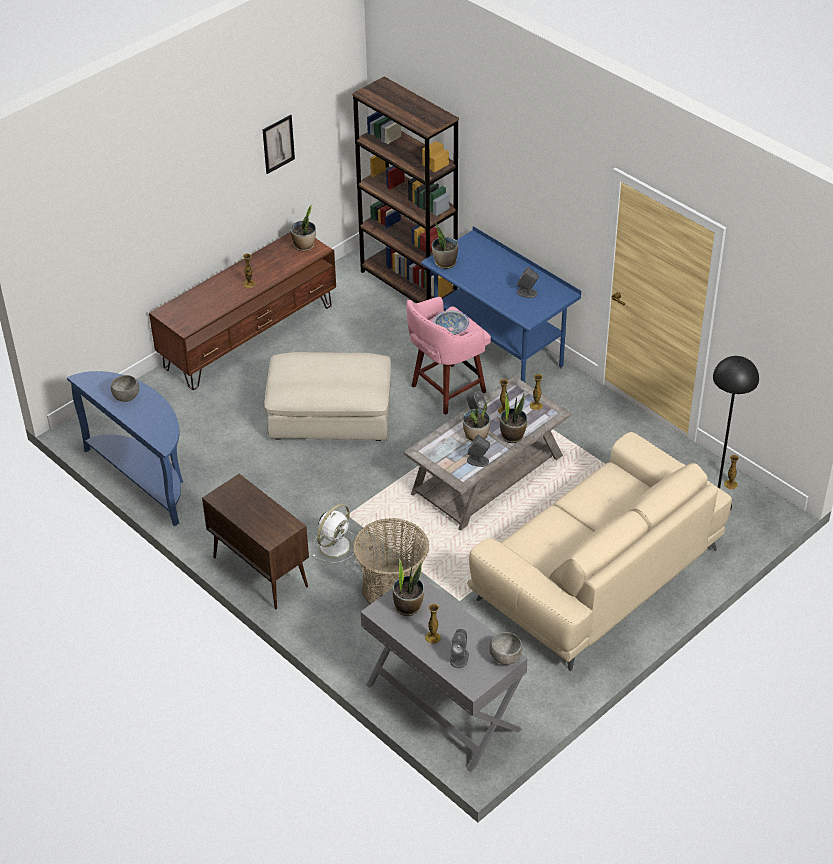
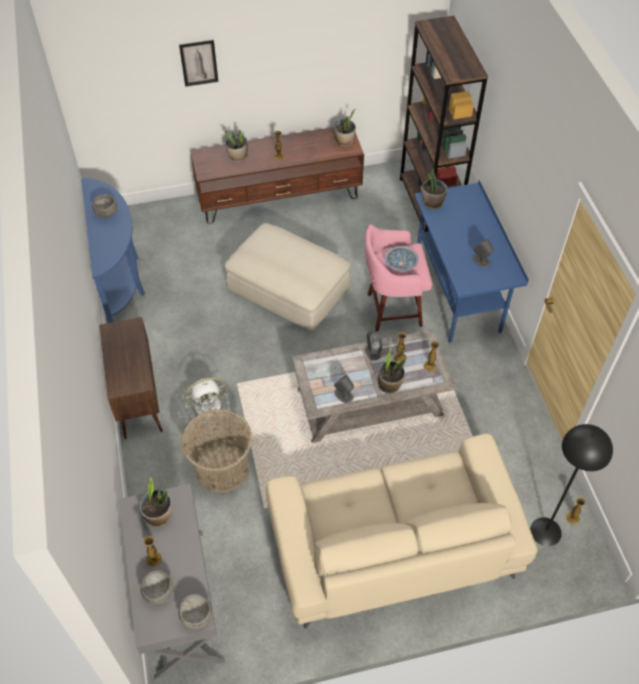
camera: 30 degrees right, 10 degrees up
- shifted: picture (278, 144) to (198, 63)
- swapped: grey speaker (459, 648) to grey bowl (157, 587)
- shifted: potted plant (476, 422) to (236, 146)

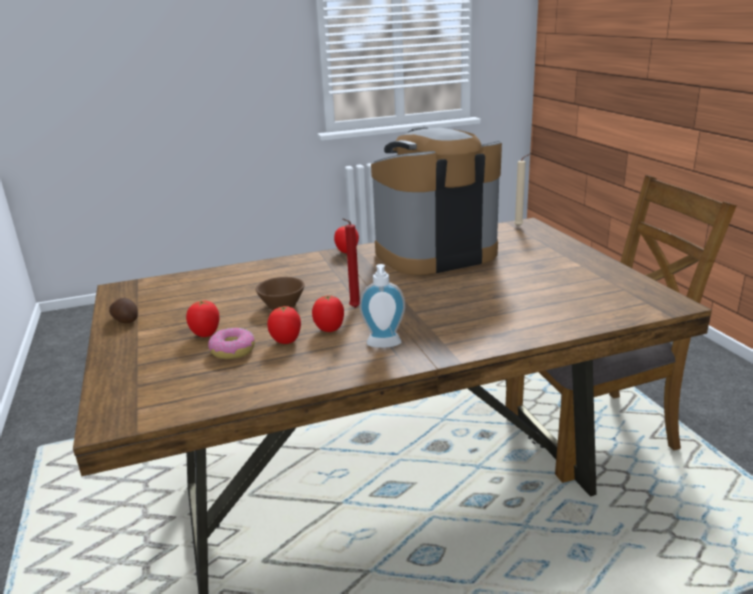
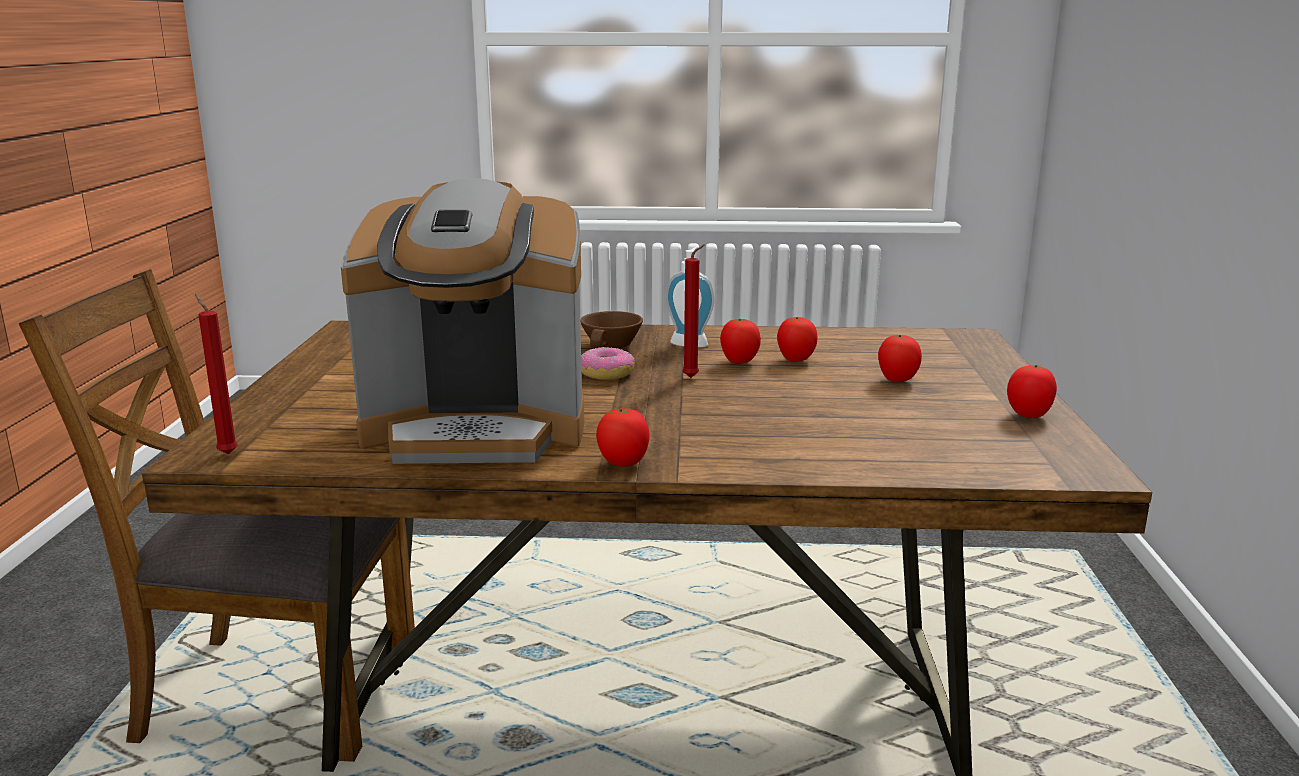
camera: 160 degrees left, 5 degrees down
- swapped: potato (123, 310) to tomato (1032, 391)
- shifted: donut (231, 343) to (608, 363)
- shifted: brown cup (280, 293) to (611, 330)
- repainted: beige candle (522, 190) to red candle (216, 374)

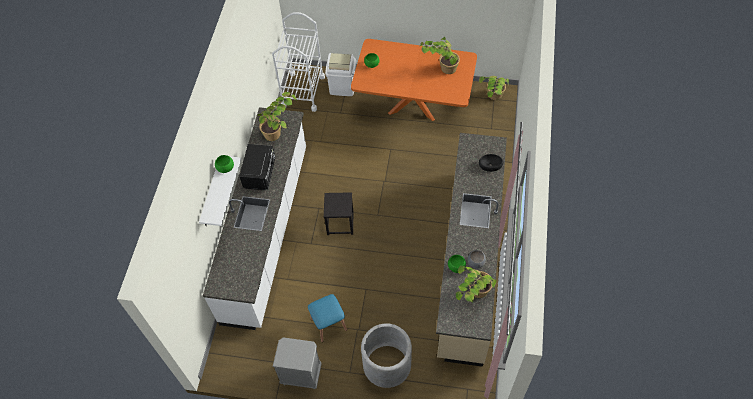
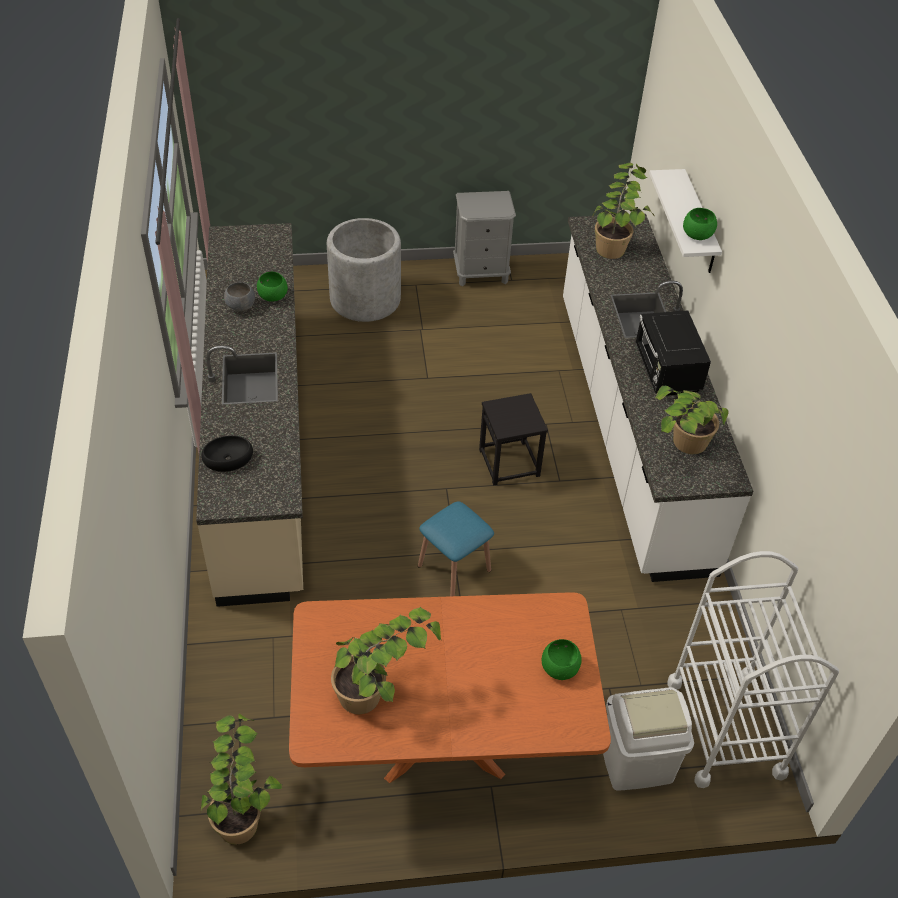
camera: 160 degrees right, 10 degrees down
- shifted: blue stool (327, 318) to (456, 548)
- shifted: potted plant (476, 284) to (623, 211)

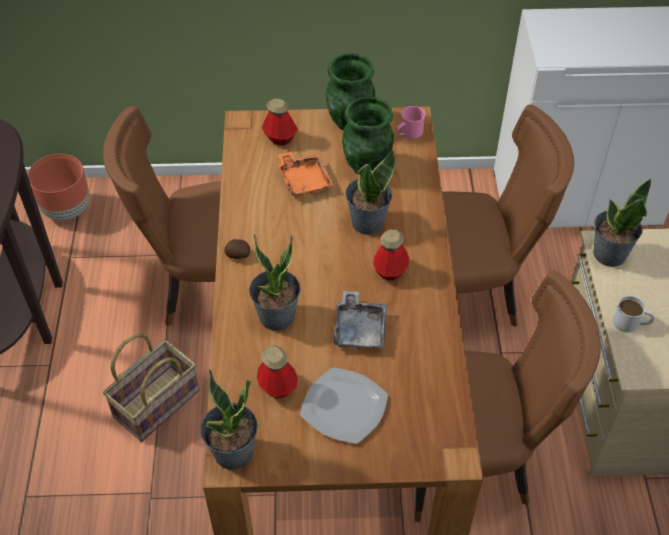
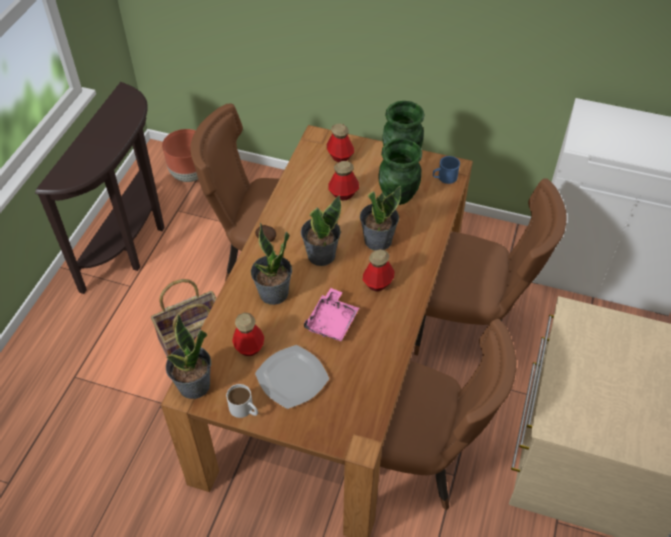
camera: 20 degrees right, 0 degrees up
- swapped: orange tray (306, 175) to bottle (343, 180)
- repainted: grey tray (360, 320) to pink tray (331, 314)
- repainted: pink mug (411, 122) to blue mug (446, 170)
- shifted: potted plant (622, 223) to (321, 230)
- shifted: white mug (634, 314) to (242, 401)

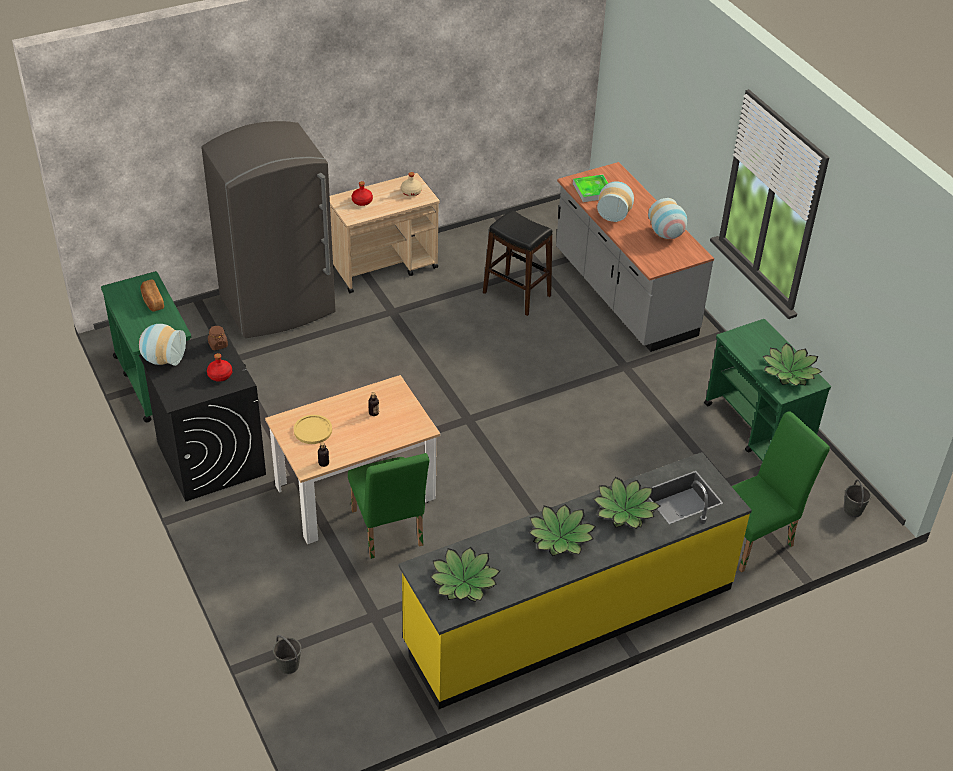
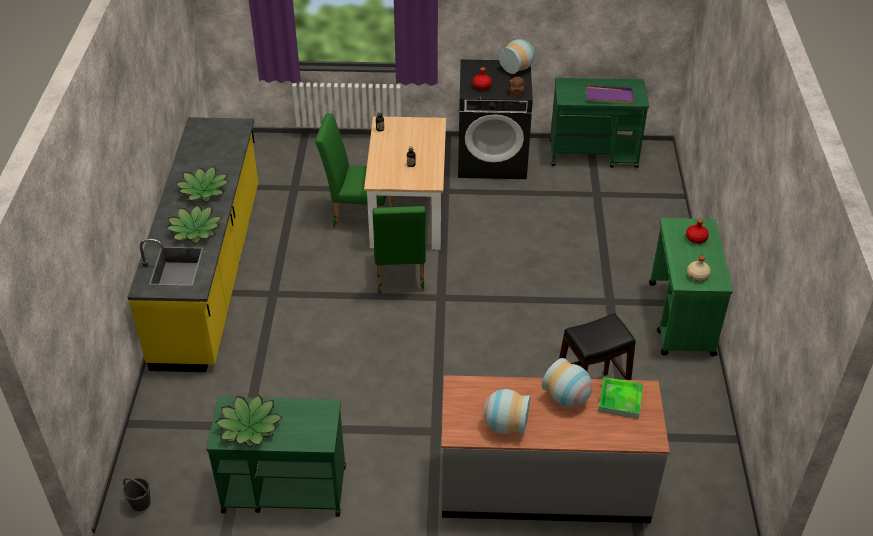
camera: 120 degrees right, 0 degrees up
- swapped: bread (152, 295) to purple tray (610, 94)
- gone: grey fridge (268, 229)
- gone: grey bucket (287, 654)
- gone: yellow plate (313, 429)
- repainted: beige cart (385, 233) to green cart (691, 287)
- gone: potted plant (465, 574)
- shifted: green chair (781, 491) to (399, 249)

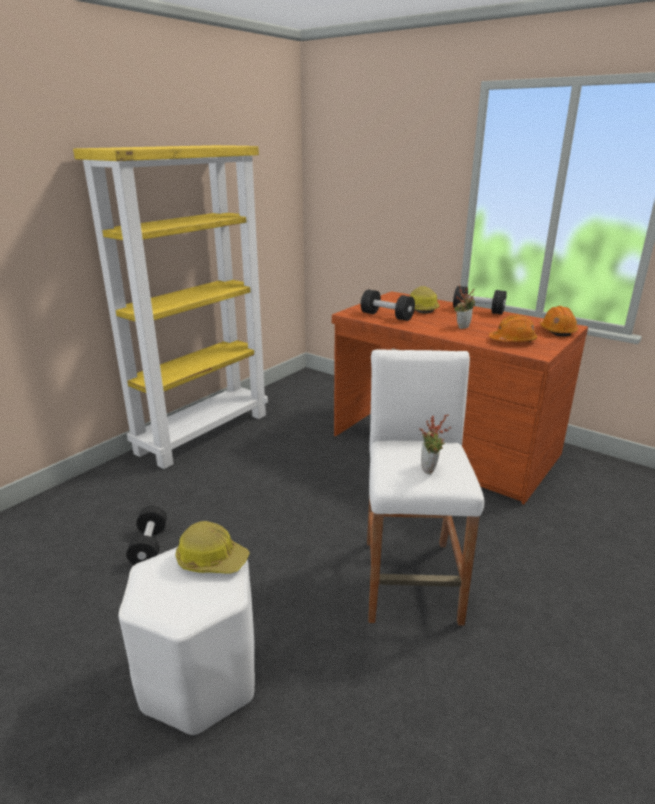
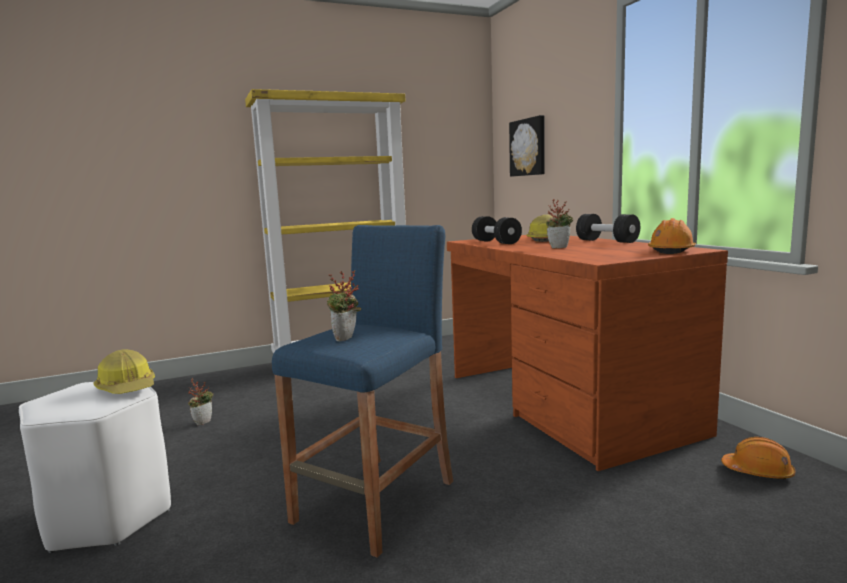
camera: 30 degrees right, 15 degrees down
- swapped: black dumbbell (146, 535) to potted plant (200, 401)
- repainted: white stool (425, 487) to blue stool (362, 391)
- shifted: orange hard hat (513, 328) to (758, 458)
- new: picture (527, 146)

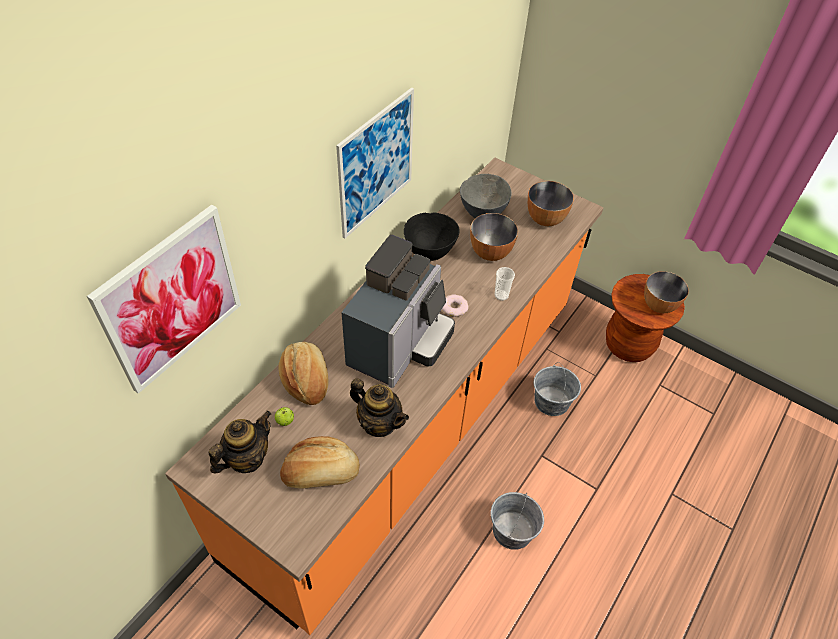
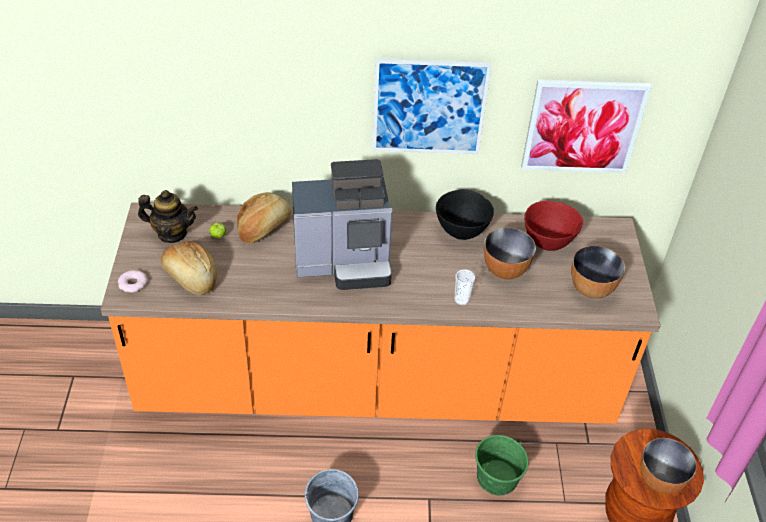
camera: 55 degrees right, 5 degrees down
- shifted: picture (164, 299) to (586, 126)
- gone: teapot (379, 407)
- shifted: donut (455, 305) to (132, 281)
- repainted: grey bowl (486, 196) to red bowl (553, 226)
- repainted: grey bucket (557, 389) to green bucket (502, 465)

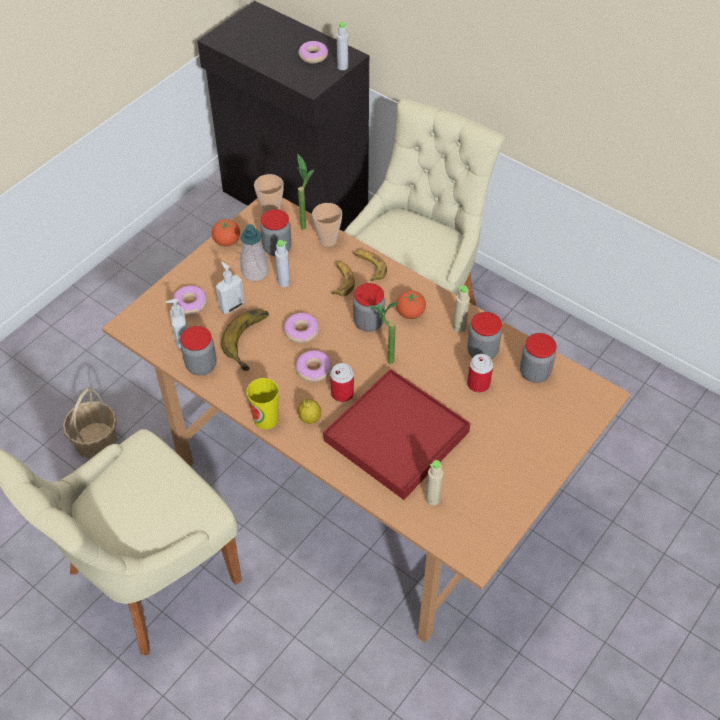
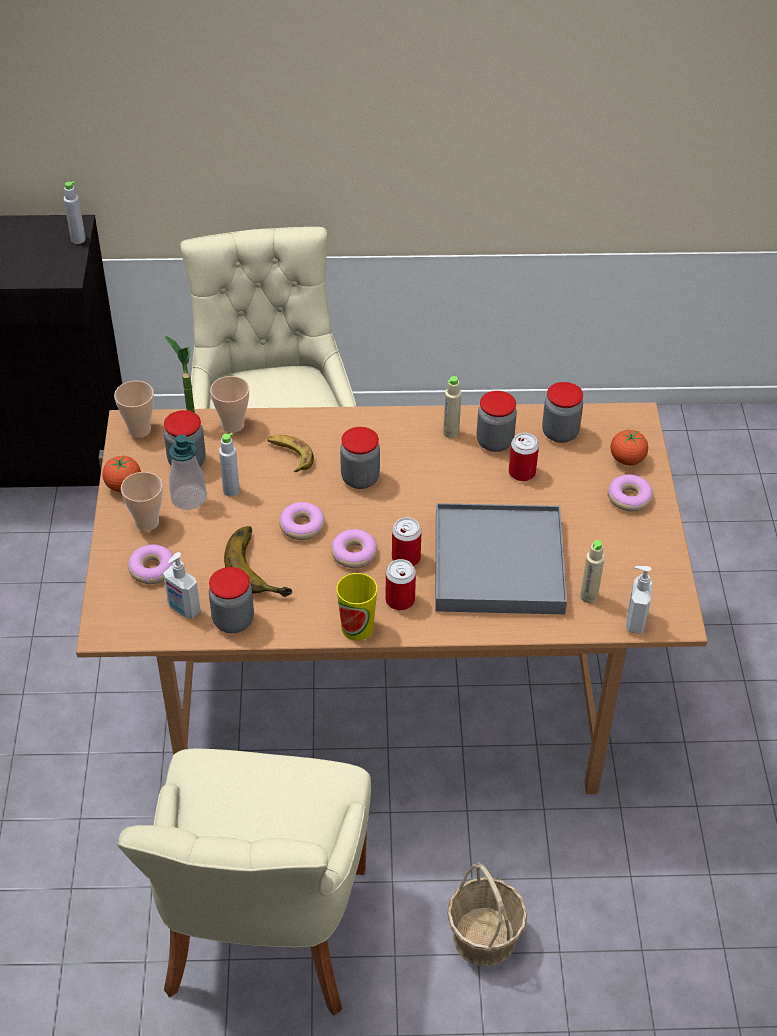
camera: 40 degrees left, 5 degrees down
- shifted: basket (90, 423) to (487, 914)
- shifted: soap dispenser (230, 288) to (639, 600)
- shifted: donut (313, 52) to (630, 492)
- swapped: lemon (309, 411) to can (400, 584)
- repainted: red tray (397, 434) to grey tray (501, 558)
- gone: banana (370, 265)
- gone: potted plant (384, 333)
- shifted: tomato (411, 304) to (629, 447)
- new: cup (142, 501)

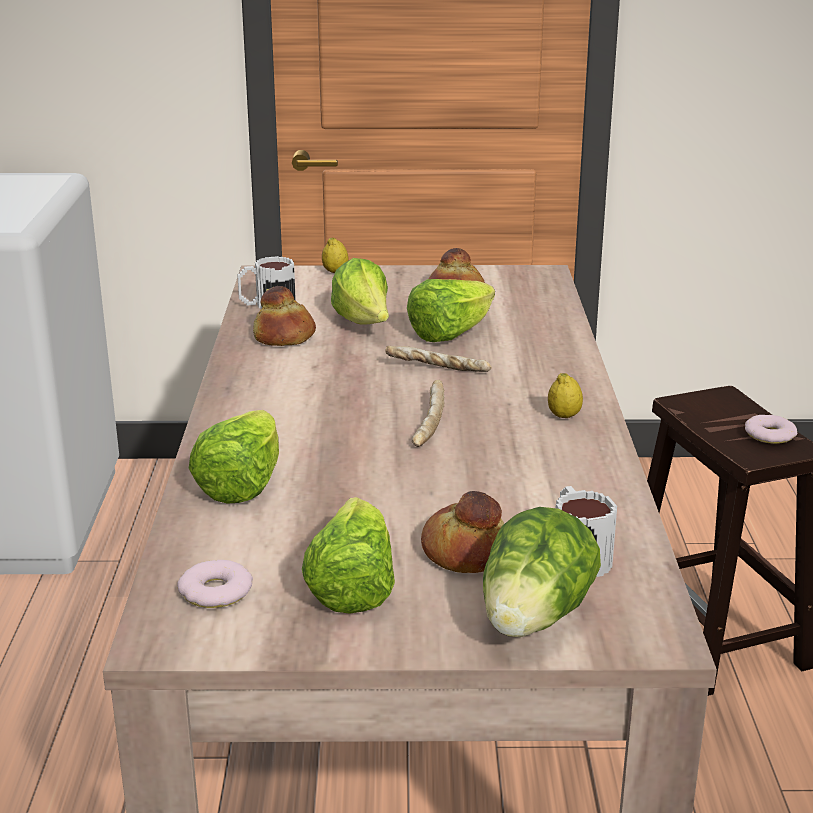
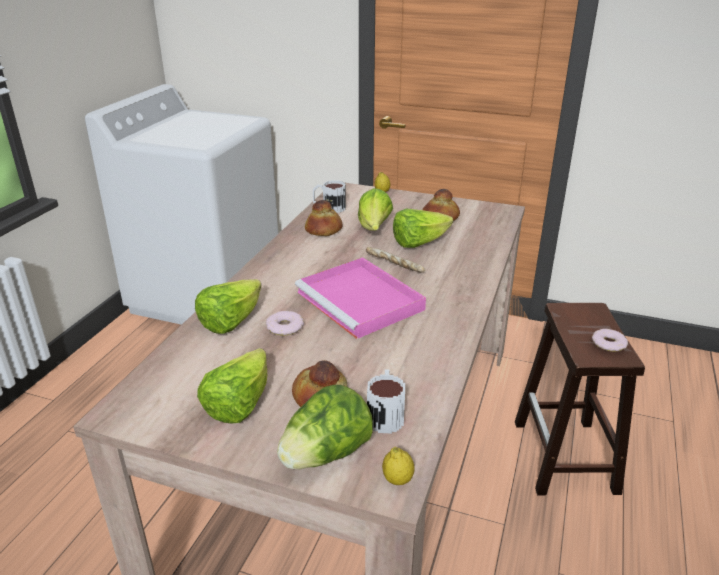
camera: 20 degrees right, 5 degrees up
- shifted: donut (215, 584) to (285, 323)
- swapped: bread (428, 413) to pink tray (360, 298)
- shifted: lemon (565, 395) to (398, 466)

